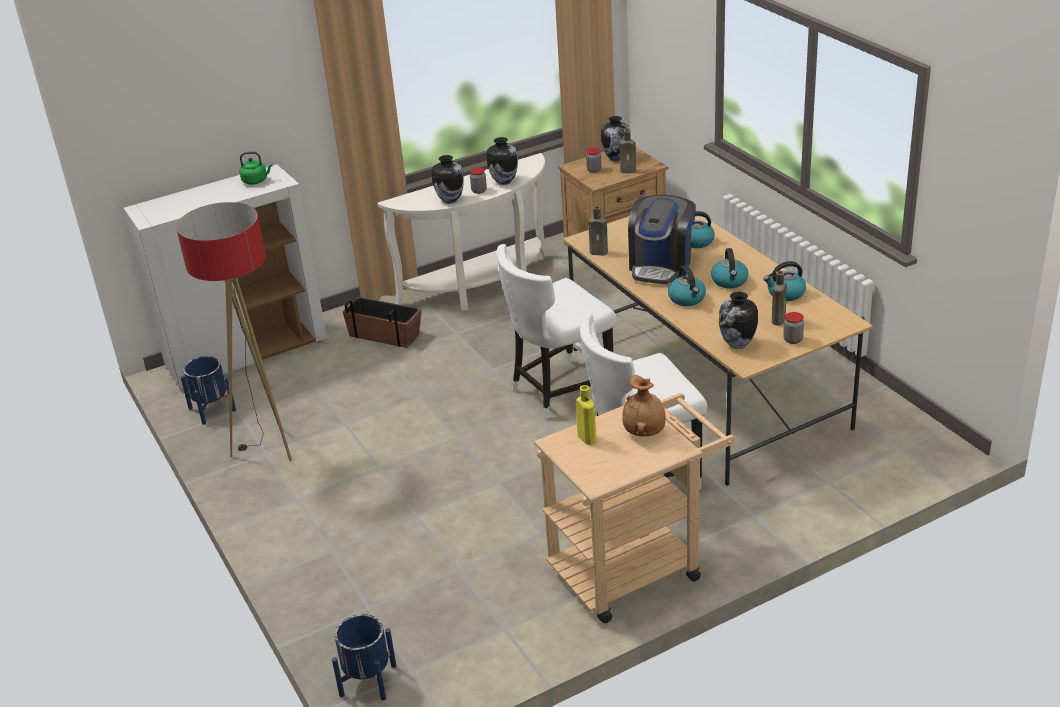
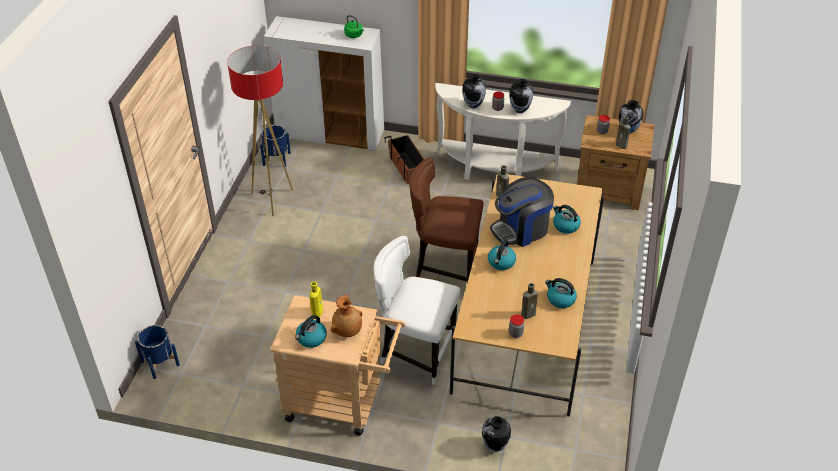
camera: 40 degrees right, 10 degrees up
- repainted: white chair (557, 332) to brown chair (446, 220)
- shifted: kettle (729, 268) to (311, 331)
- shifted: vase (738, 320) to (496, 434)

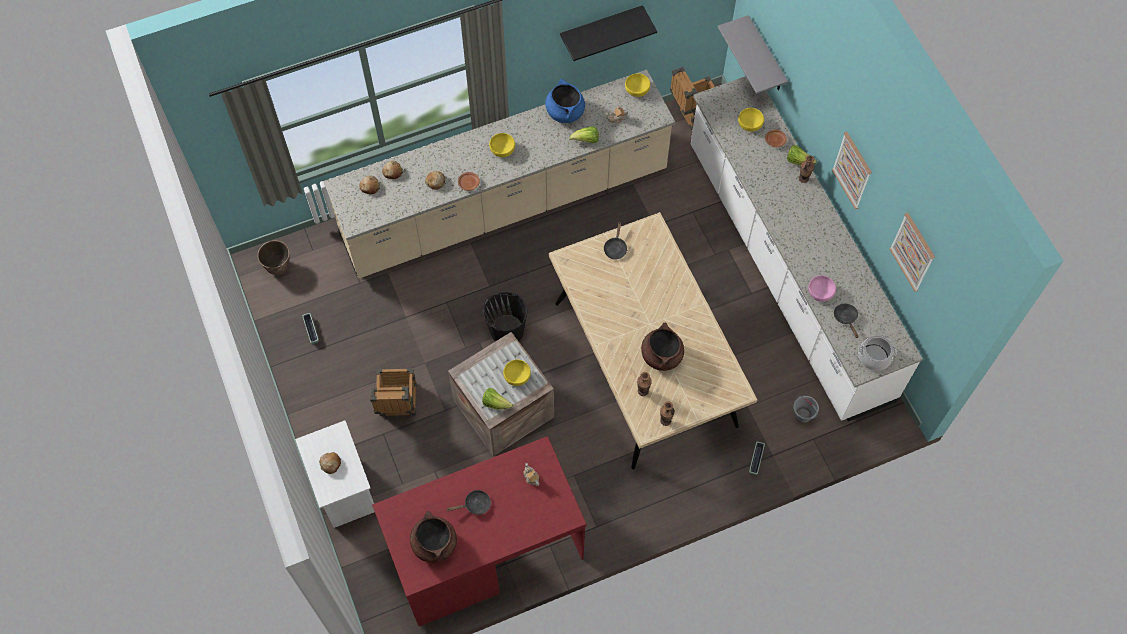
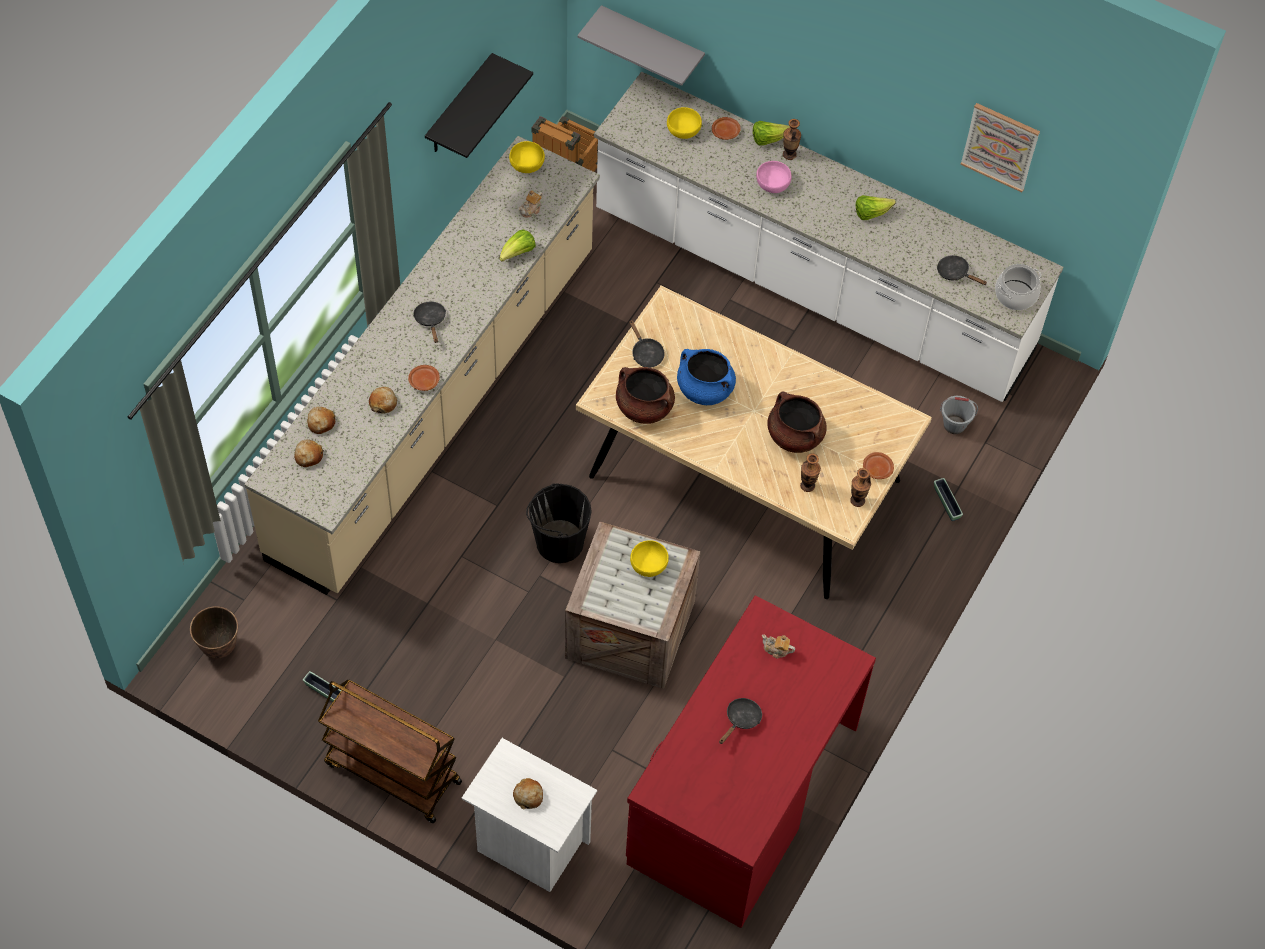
camera: 40 degrees left, 5 degrees down
- gone: crate (393, 392)
- shifted: brown cooking pot (433, 537) to (645, 395)
- shifted: lettuce (497, 399) to (876, 207)
- swapped: yellow bowl (502, 145) to black frying pan (429, 322)
- shifted: blue cooking pot (565, 101) to (706, 377)
- shifted: pink bowl (822, 288) to (774, 177)
- gone: picture (852, 170)
- new: brown cart (390, 751)
- new: brown plate (878, 465)

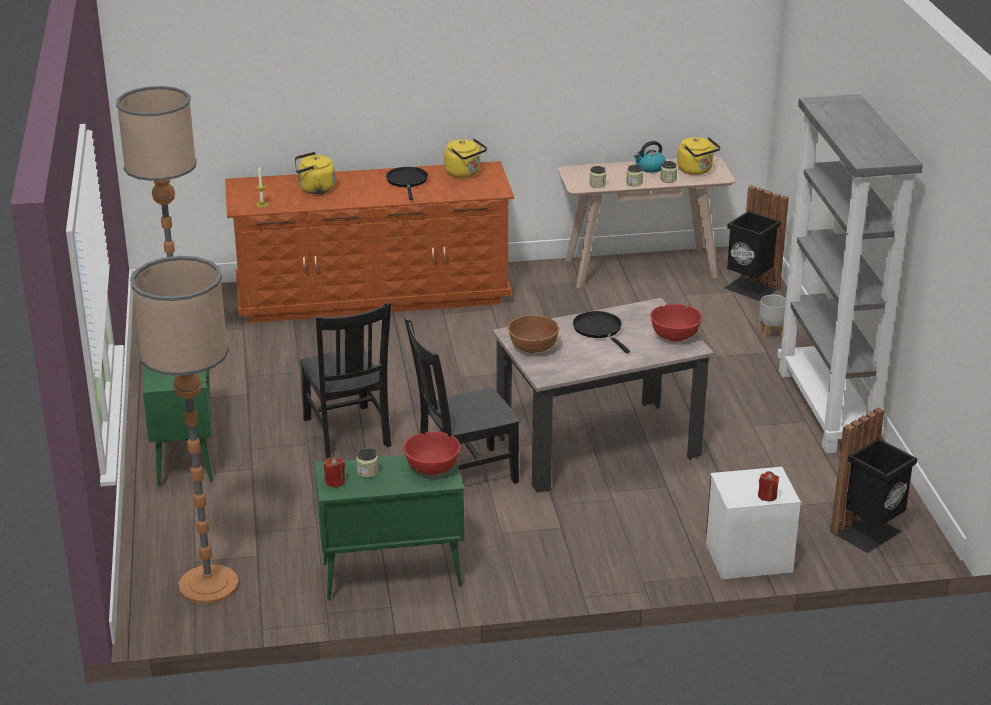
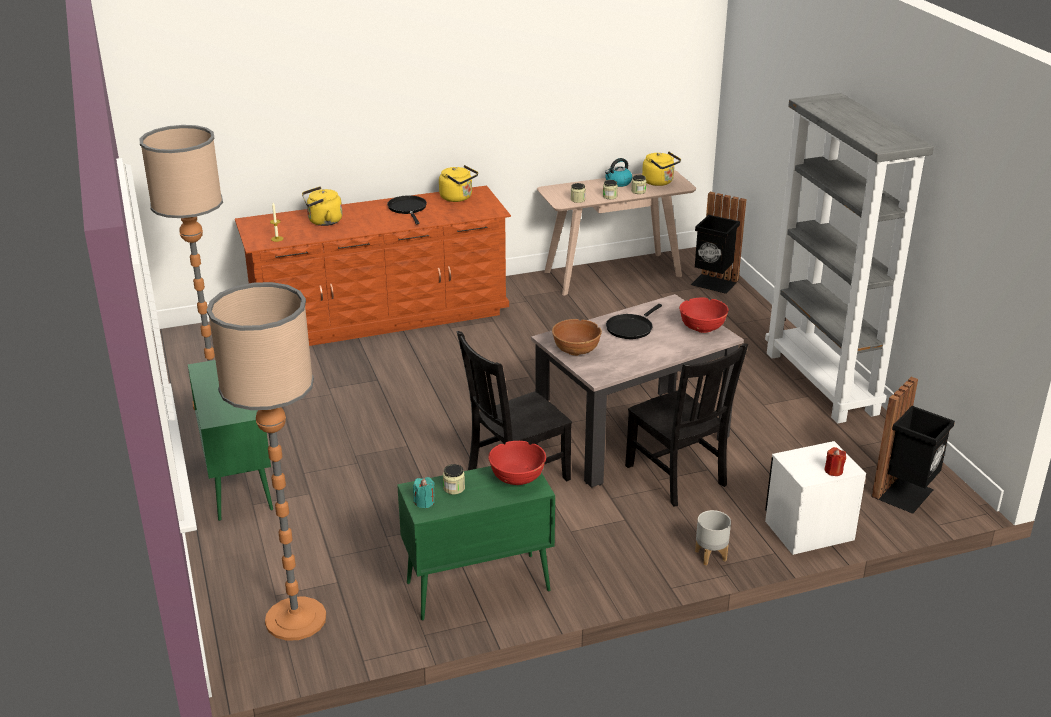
camera: 10 degrees left, 0 degrees up
- shifted: black chair (345, 380) to (686, 425)
- repainted: red candle (334, 473) to turquoise candle (424, 492)
- rotated: black frying pan (601, 332) = (634, 321) 105 degrees counterclockwise
- shifted: grey planter (772, 317) to (713, 538)

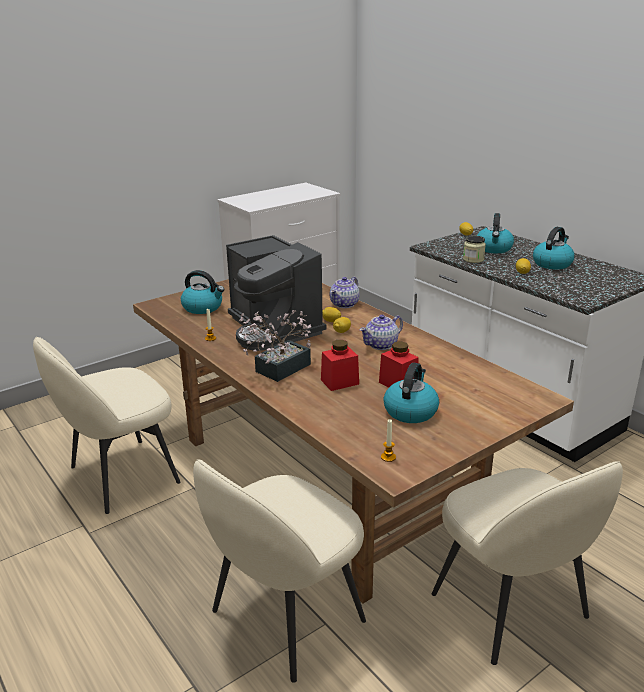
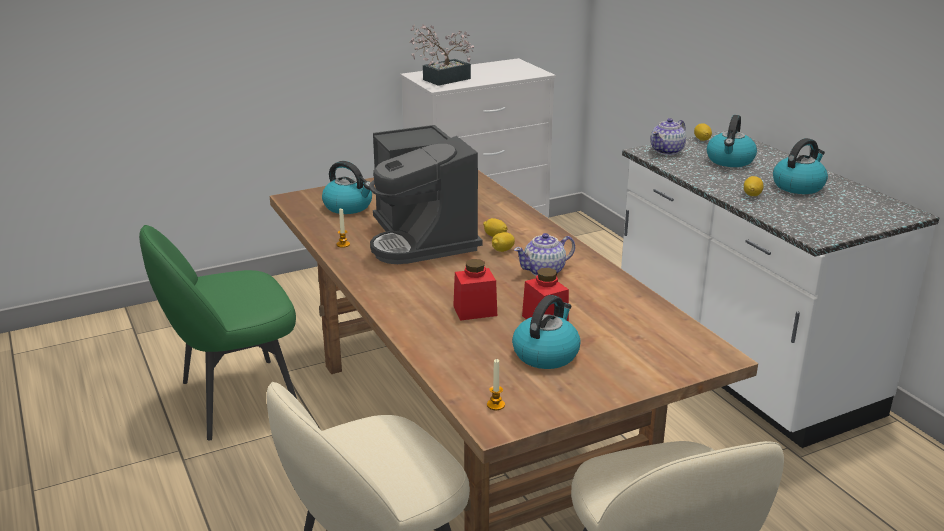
camera: 10 degrees right, 0 degrees up
- repainted: beige chair (106, 425) to green chair (218, 333)
- shifted: potted plant (275, 346) to (442, 55)
- shifted: teapot (345, 292) to (668, 136)
- gone: jar (474, 249)

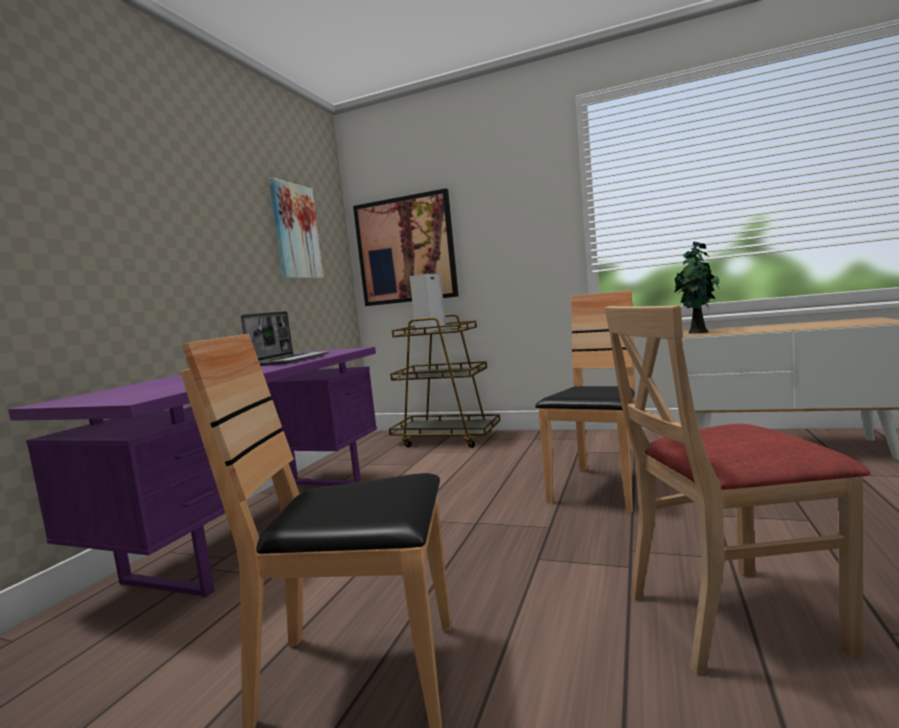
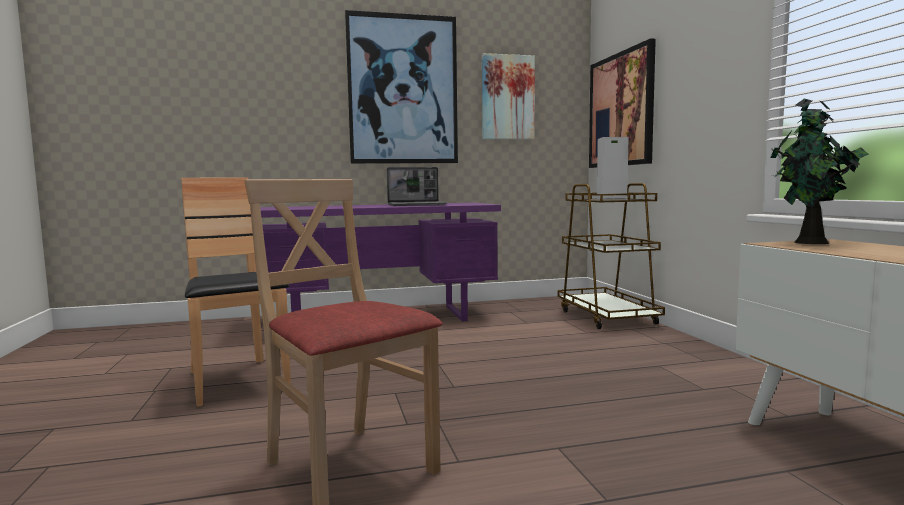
camera: 55 degrees right, 0 degrees up
- gone: brown chair (585, 401)
- new: picture (401, 87)

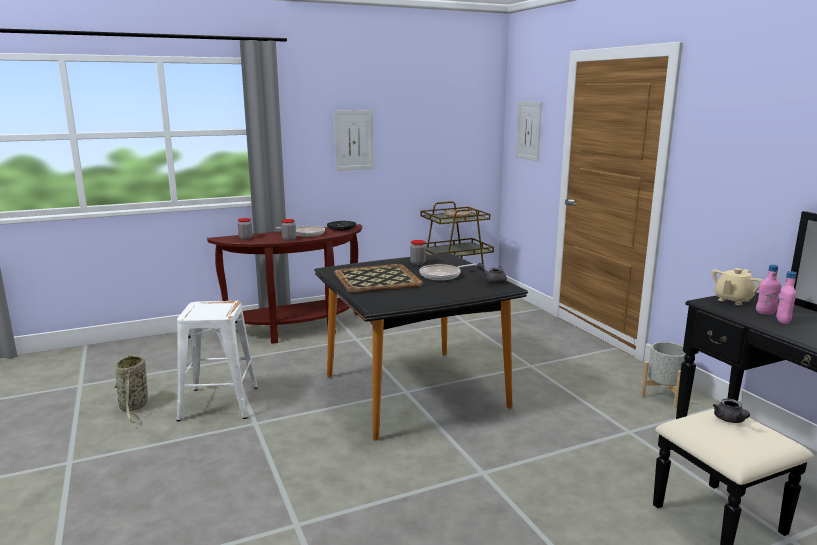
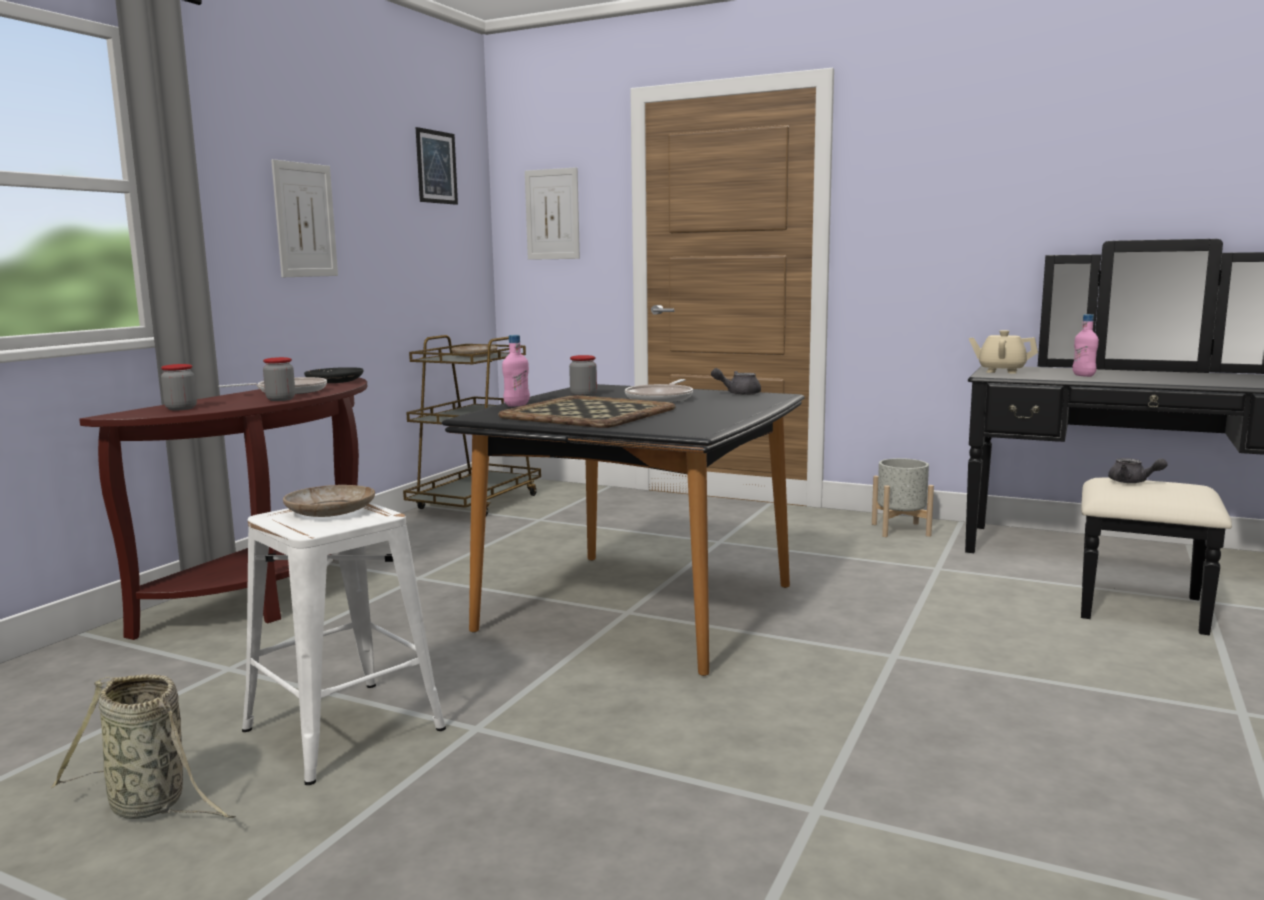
camera: 40 degrees left, 5 degrees down
- rotated: beige teapot (737, 286) = (1003, 351) 105 degrees clockwise
- shifted: pink bottle (768, 289) to (516, 371)
- new: beige plate (329, 501)
- new: picture (437, 166)

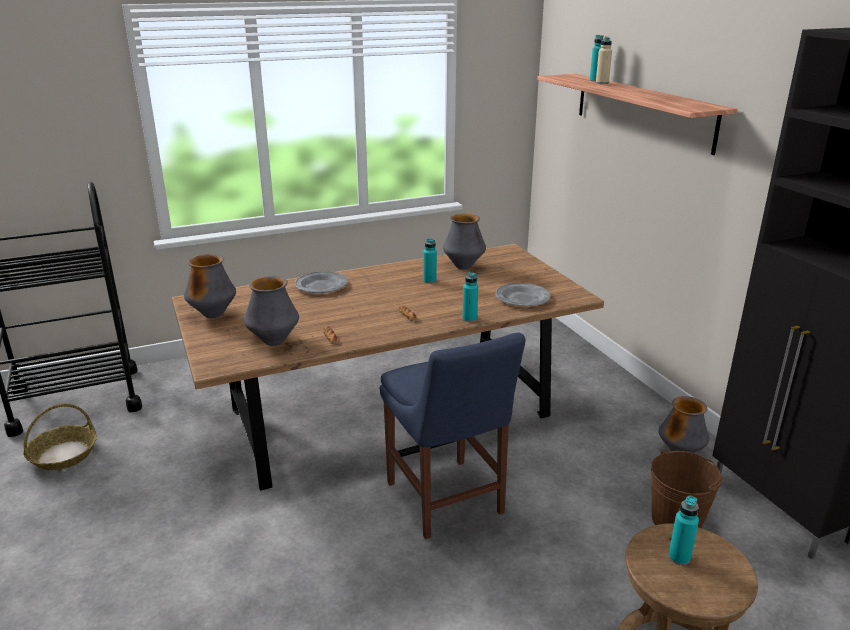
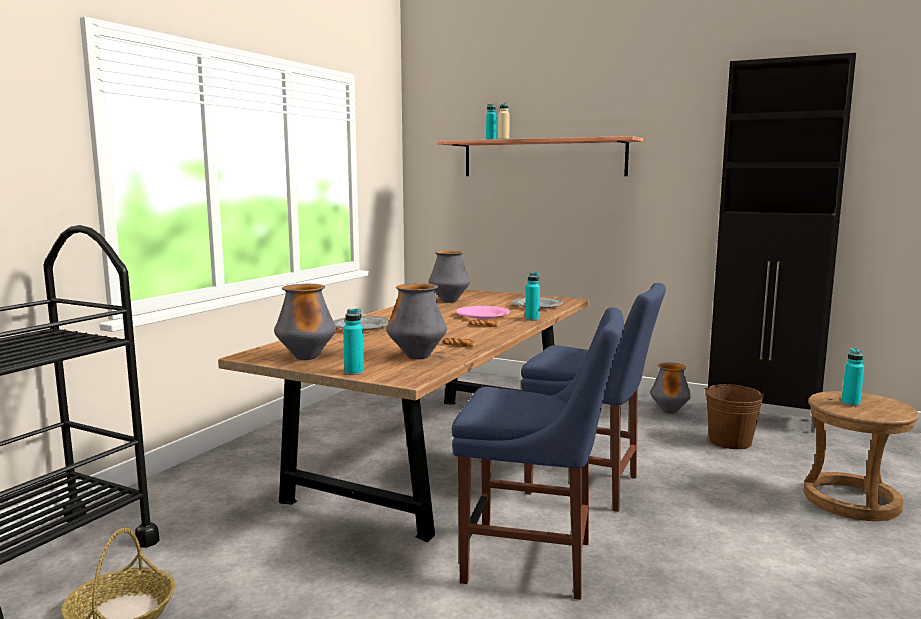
camera: 40 degrees left, 15 degrees down
- shifted: turquoise bottle (430, 261) to (353, 342)
- new: blue chair (538, 453)
- new: pink plate (483, 312)

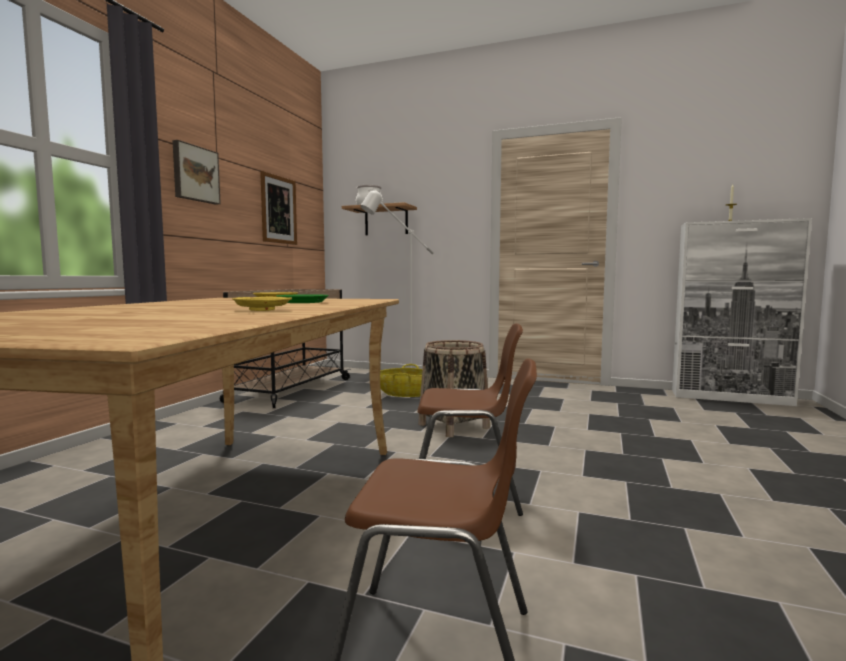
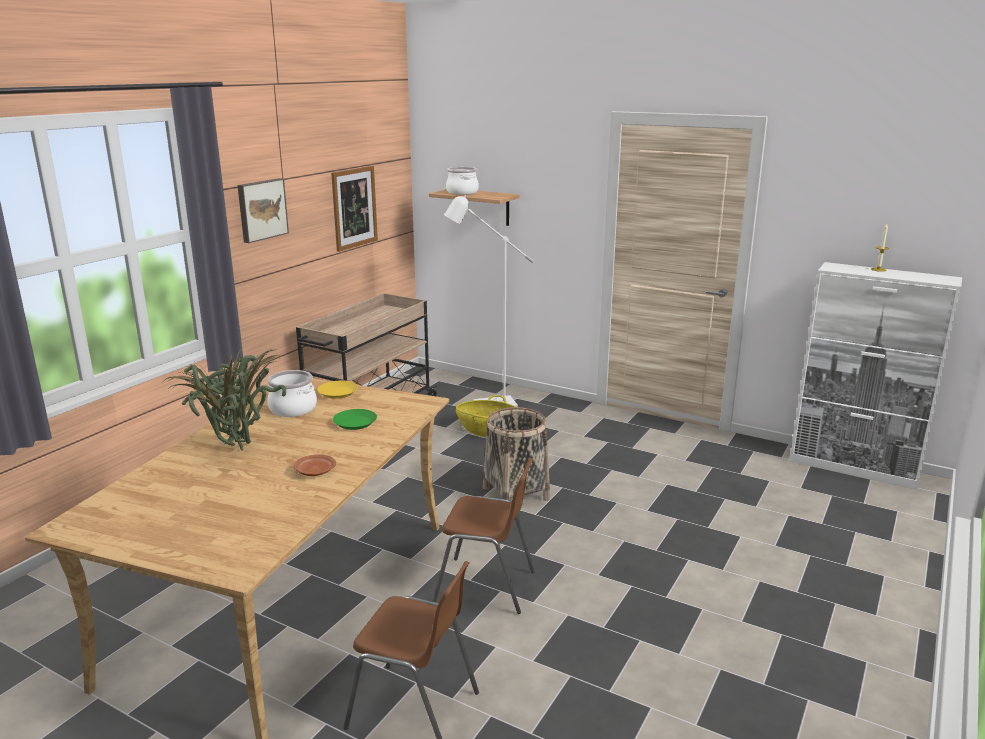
camera: 10 degrees right, 15 degrees up
- repainted: yellow plate (262, 304) to brown plate (315, 465)
- new: potted plant (225, 400)
- new: cooking pot (292, 393)

